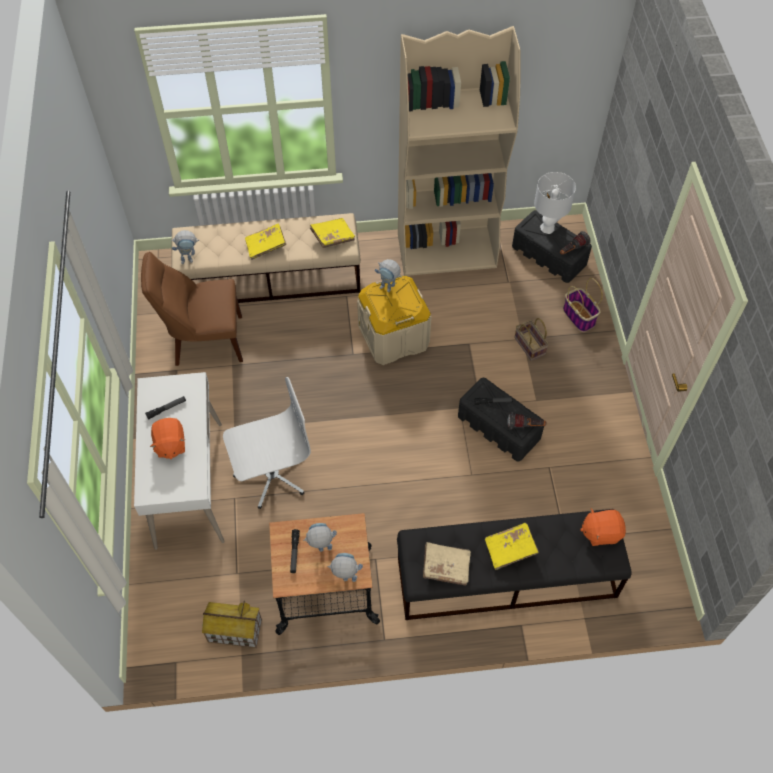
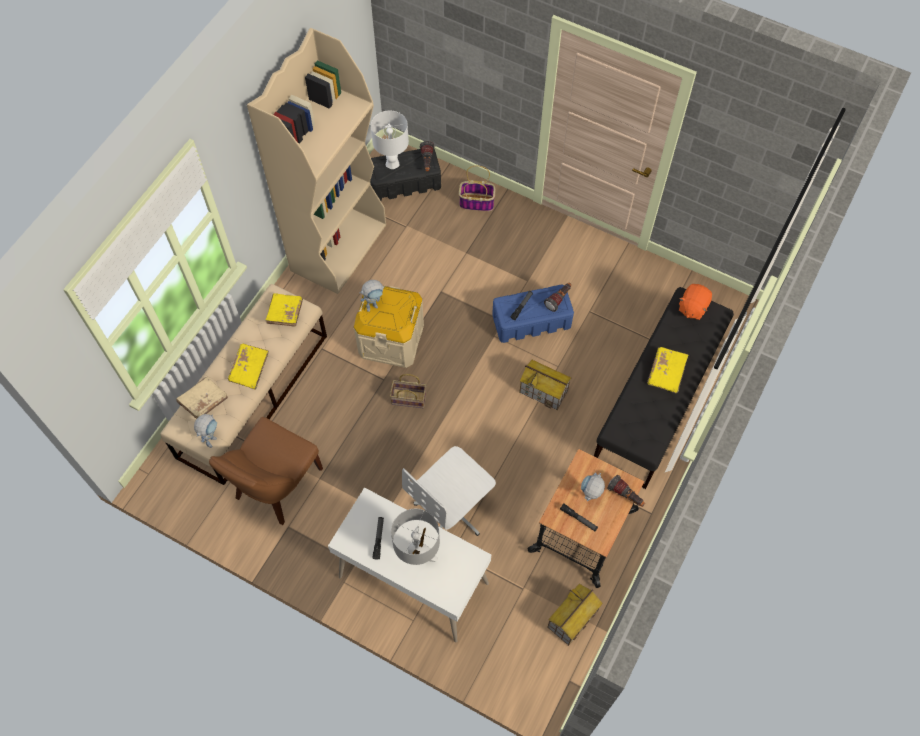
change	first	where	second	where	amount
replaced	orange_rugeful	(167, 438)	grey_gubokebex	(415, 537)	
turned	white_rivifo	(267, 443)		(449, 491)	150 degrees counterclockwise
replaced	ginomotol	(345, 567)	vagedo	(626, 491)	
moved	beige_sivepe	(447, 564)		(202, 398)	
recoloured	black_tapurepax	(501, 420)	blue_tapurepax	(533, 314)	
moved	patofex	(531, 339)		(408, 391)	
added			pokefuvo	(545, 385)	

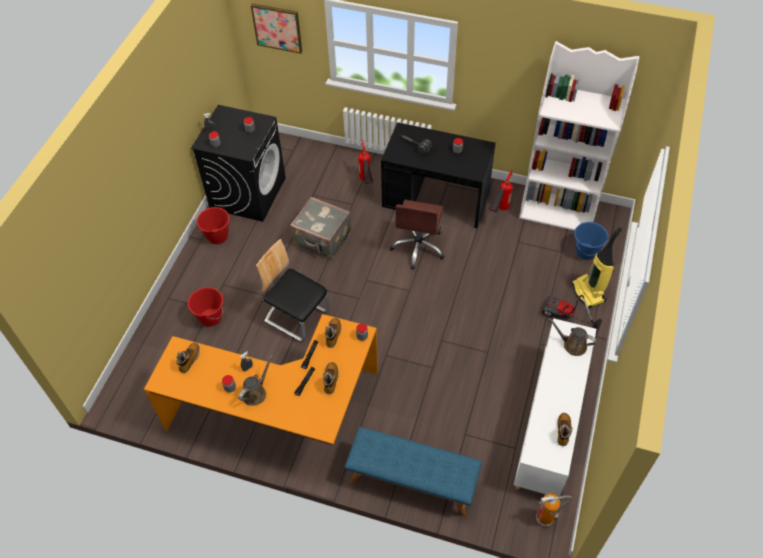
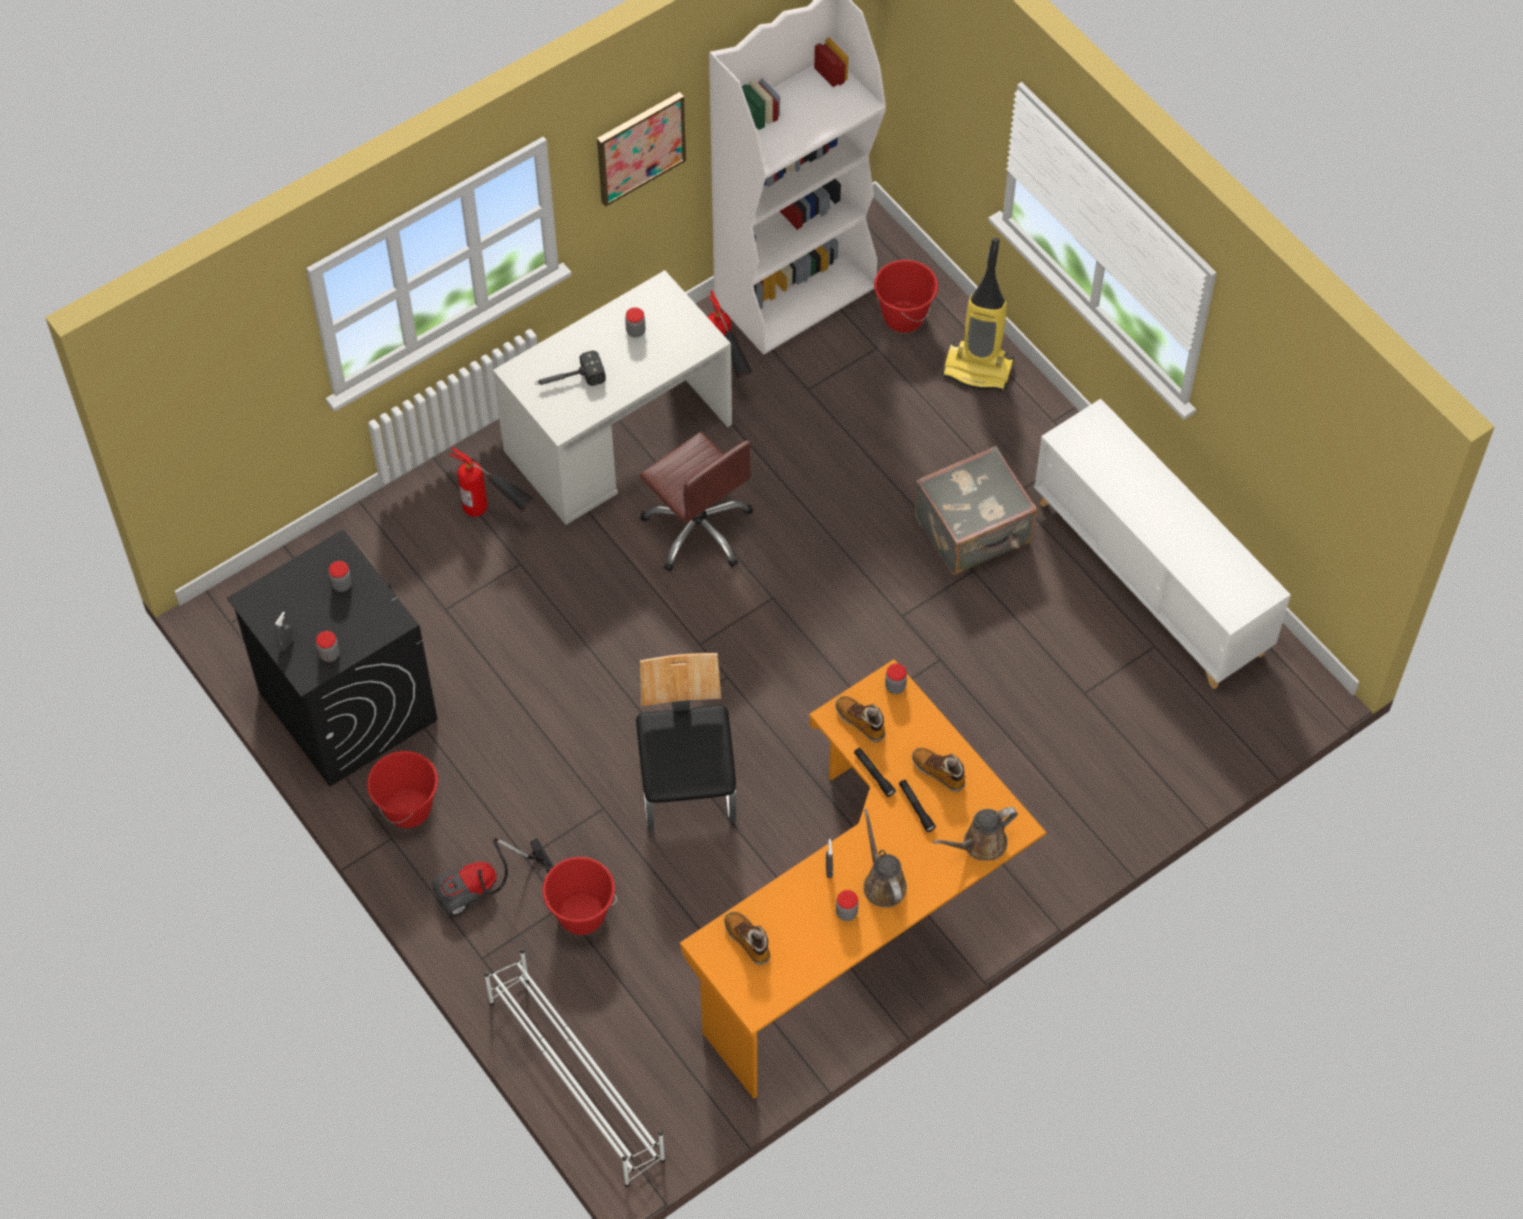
change	first	where	second	where	amount
moved	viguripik	(276, 28)		(641, 149)	
turned	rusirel	(293, 290)		(686, 742)	105 degrees clockwise
moved	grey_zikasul	(320, 228)		(976, 510)	
removed	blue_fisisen	(413, 472)			
recoloured	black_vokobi	(438, 175)	white_vokobi	(612, 397)	
removed	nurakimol	(554, 509)			
moved	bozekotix	(572, 315)		(493, 877)	
moved	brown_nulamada	(572, 337)		(975, 834)	
removed	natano	(565, 429)			
recoloured	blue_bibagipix	(591, 241)	red_bibagipix	(906, 296)	
added			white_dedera	(574, 1068)	

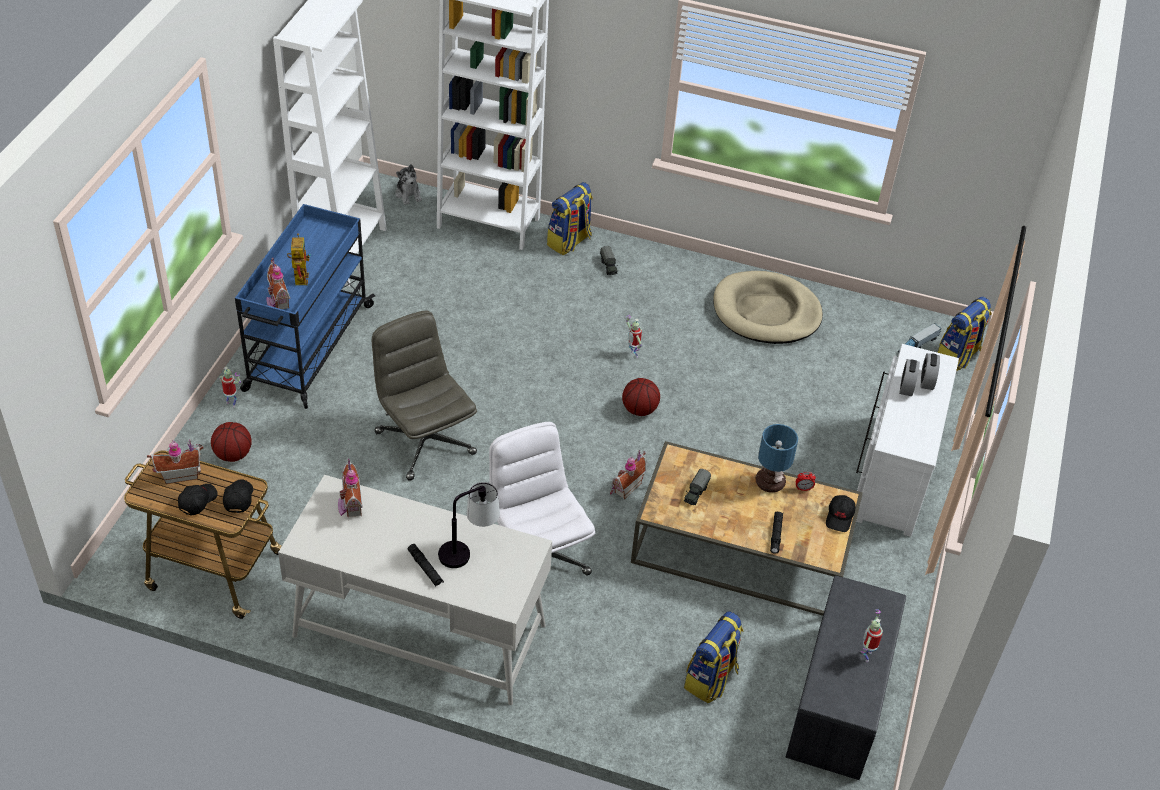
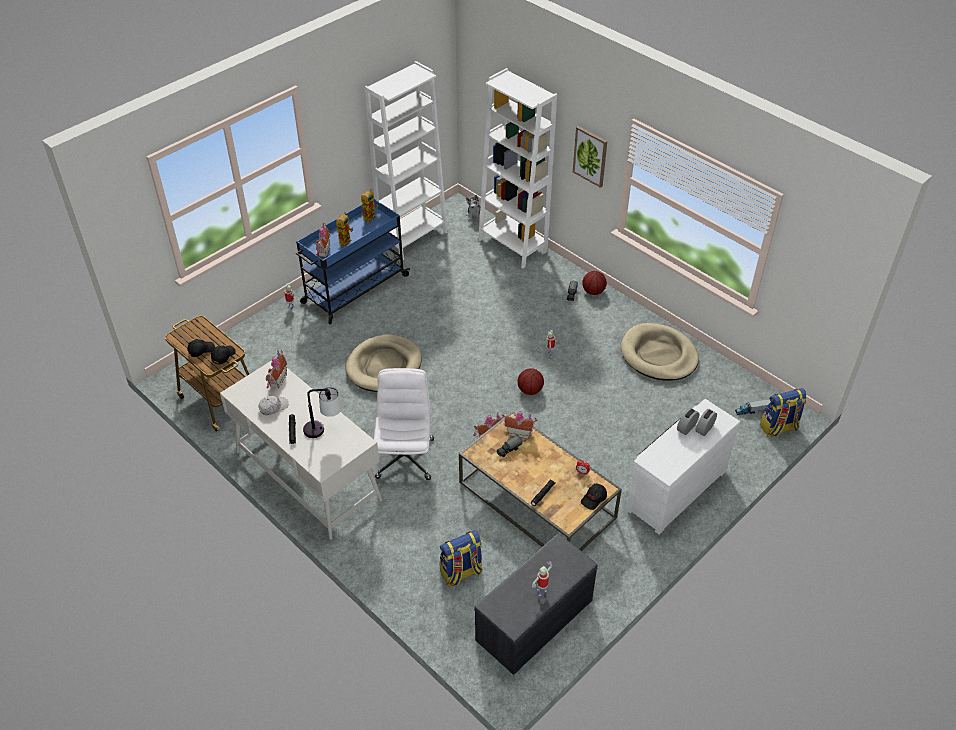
change	first	where	second	where	amount
moved	pokefuvo	(175, 461)		(520, 425)	
moved	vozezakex	(231, 442)		(594, 283)	
replaced	grey_rivifo	(424, 396)	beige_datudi	(383, 363)	
removed	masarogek	(570, 218)			
removed	gubokebex	(776, 458)			
added			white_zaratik	(273, 405)	
added			ginomotol	(369, 206)	
added			viguripik	(590, 157)	

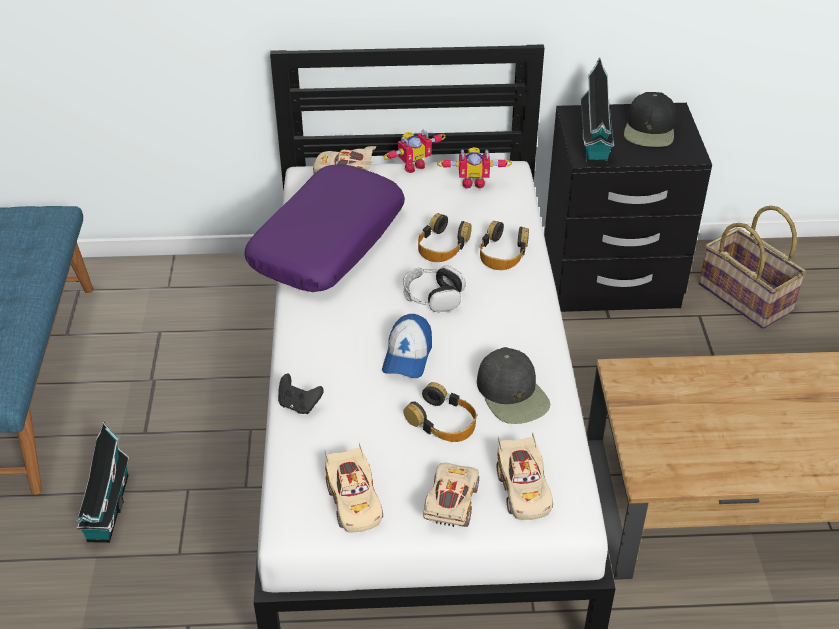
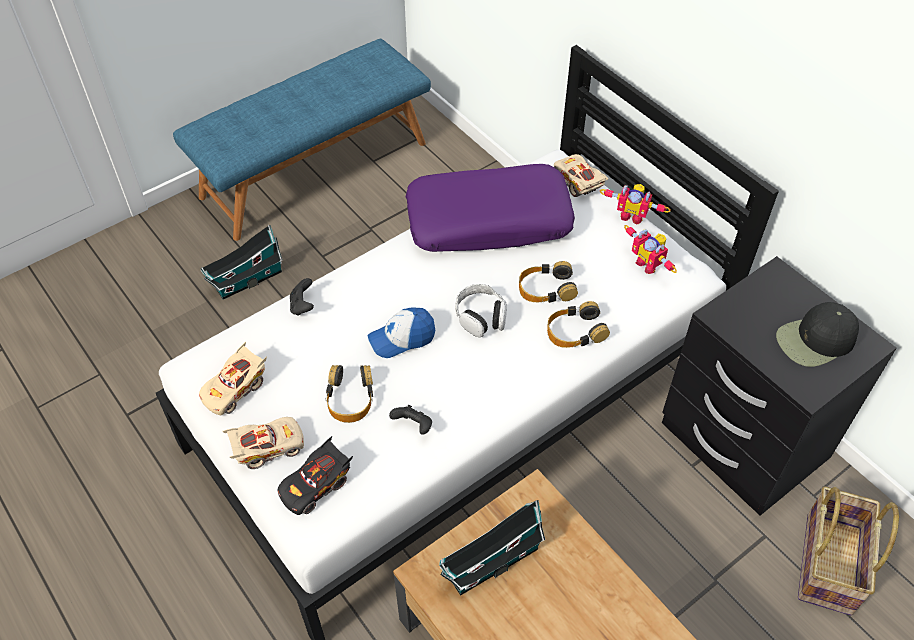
change	first	where	second	where	amount
replaced	black_zaratik	(513, 385)	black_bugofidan	(410, 420)	
recoloured	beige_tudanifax	(525, 476)	black_tudanifax	(315, 475)	
moved	pokefuvo	(597, 110)		(492, 548)	

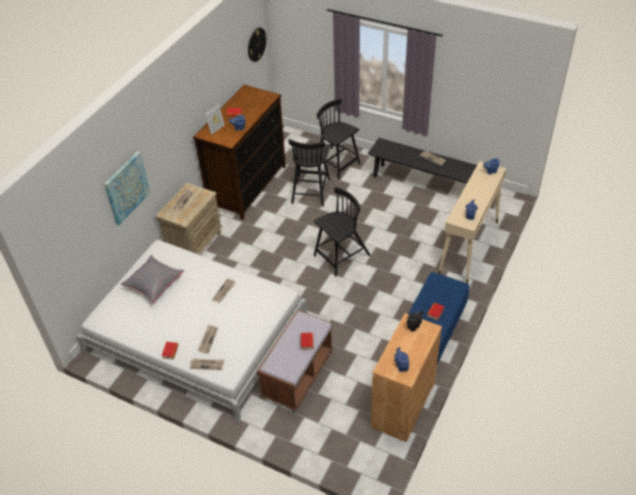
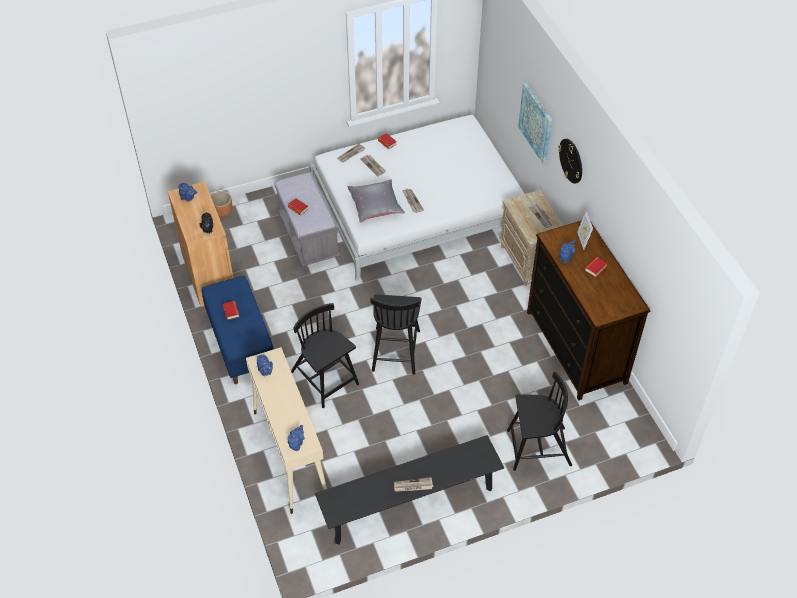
change	first	where	second	where	amount
moved	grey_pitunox	(153, 279)		(376, 201)	
moved	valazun	(257, 44)		(570, 161)	
recoloured	brown_fisisen	(295, 360)	grey_fisisen	(307, 219)	
moved	black_rusirel	(309, 172)		(325, 355)	
added			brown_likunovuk	(222, 204)	

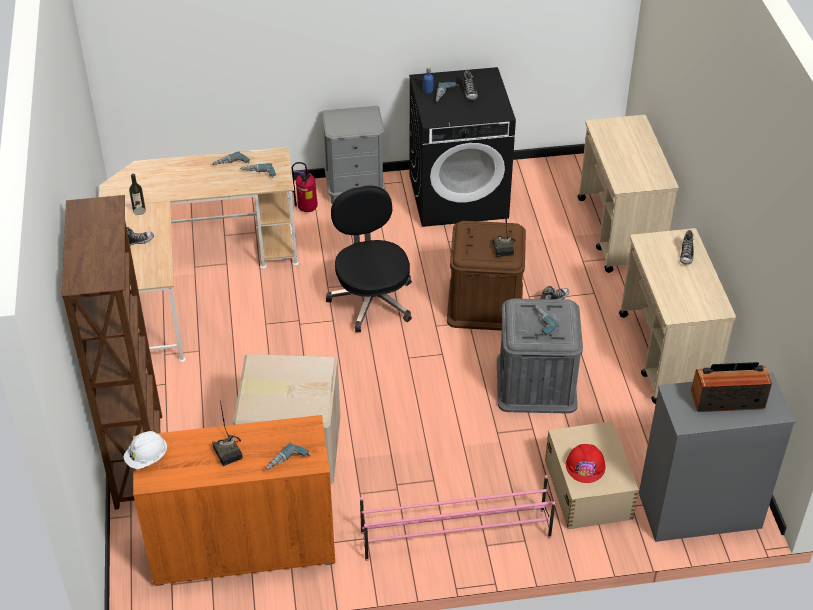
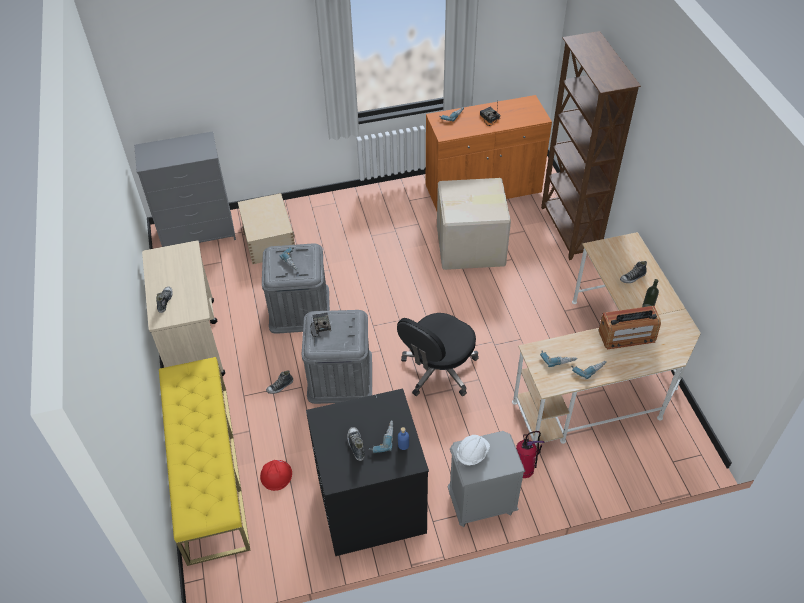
change	first	where	second	where	amount
moved	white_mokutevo	(145, 450)		(473, 451)	
turned	black_rivifo	(369, 259)		(438, 354)	60 degrees clockwise
removed	pink_dedera	(457, 518)			
recoloured	brown_tapurepax	(486, 276)	grey_tapurepax	(337, 357)	
moved	red_mokutevo	(585, 463)		(276, 475)	
replaced	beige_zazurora	(628, 194)	yellow_fisisen	(204, 461)	
moved	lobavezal	(731, 387)		(629, 327)	

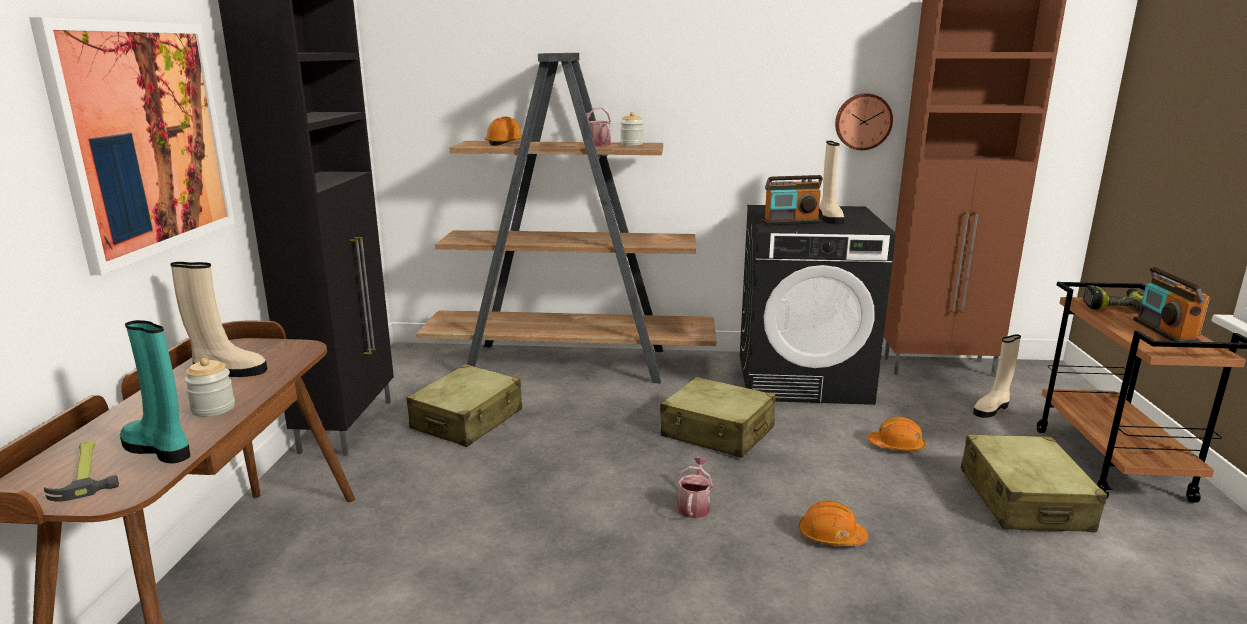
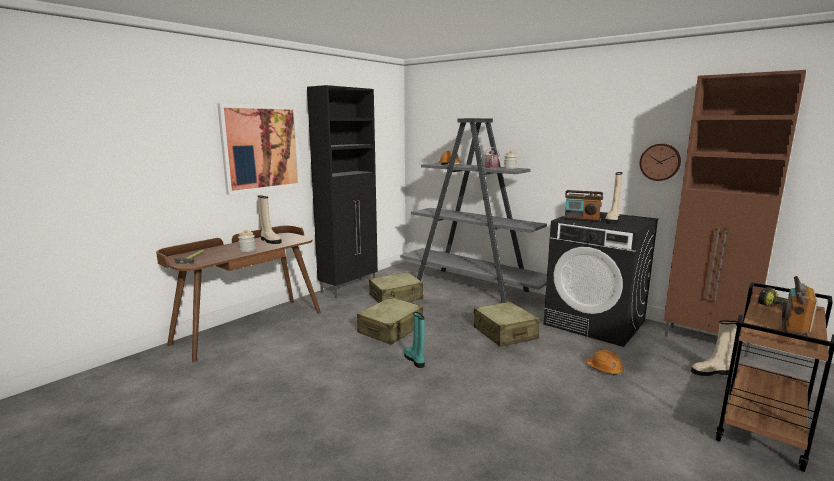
change	first	where	second	where	amount
moved	turquoise_natano	(155, 391)		(414, 340)	
recoloured	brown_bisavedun	(566, 218)	grey_bisavedun	(473, 210)	
removed	nulamada	(695, 487)			
removed	orange_mokutevo	(833, 523)			
moved	beige_zikasul	(1034, 483)		(390, 321)	

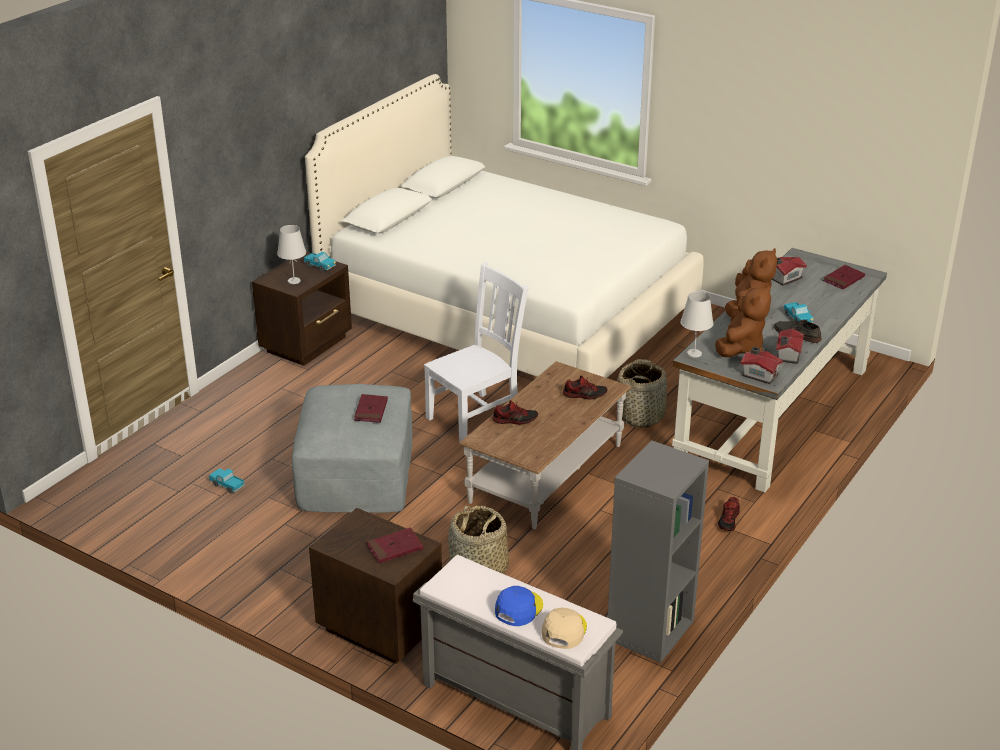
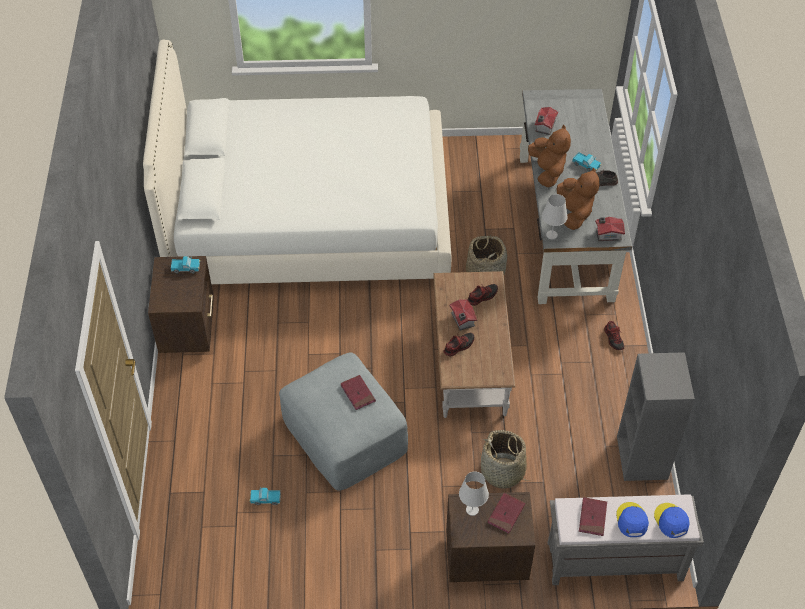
change	first	where	second	where	amount
moved	white_gubokebex	(291, 254)		(474, 493)	
removed	white_rusirel	(476, 351)			
recoloured	beige_zaratik	(564, 628)	blue_zaratik	(672, 520)	
moved	pokefuvo	(790, 346)		(463, 315)	
moved	red_sivepe	(844, 277)		(593, 516)	

